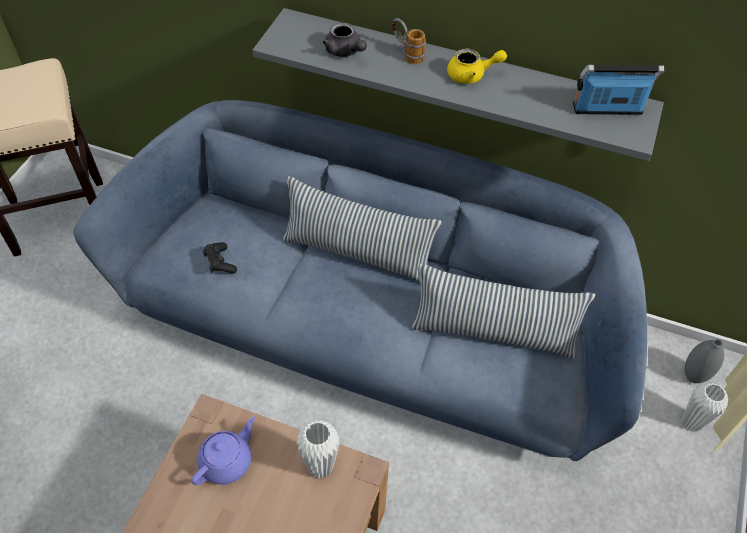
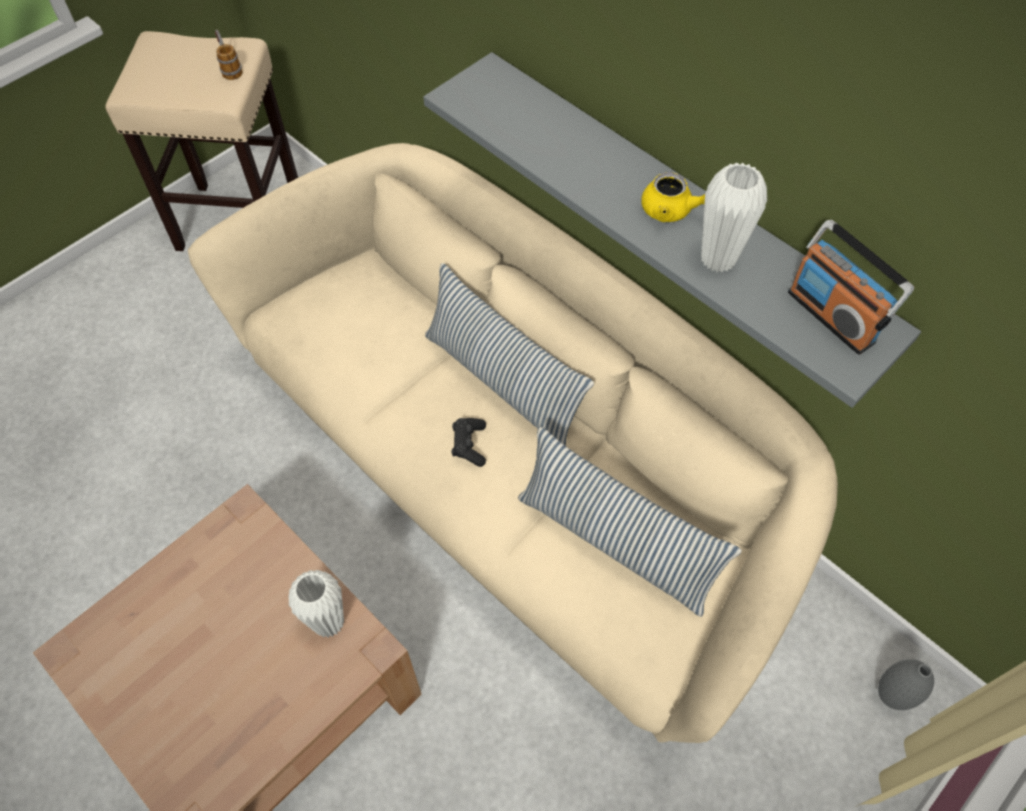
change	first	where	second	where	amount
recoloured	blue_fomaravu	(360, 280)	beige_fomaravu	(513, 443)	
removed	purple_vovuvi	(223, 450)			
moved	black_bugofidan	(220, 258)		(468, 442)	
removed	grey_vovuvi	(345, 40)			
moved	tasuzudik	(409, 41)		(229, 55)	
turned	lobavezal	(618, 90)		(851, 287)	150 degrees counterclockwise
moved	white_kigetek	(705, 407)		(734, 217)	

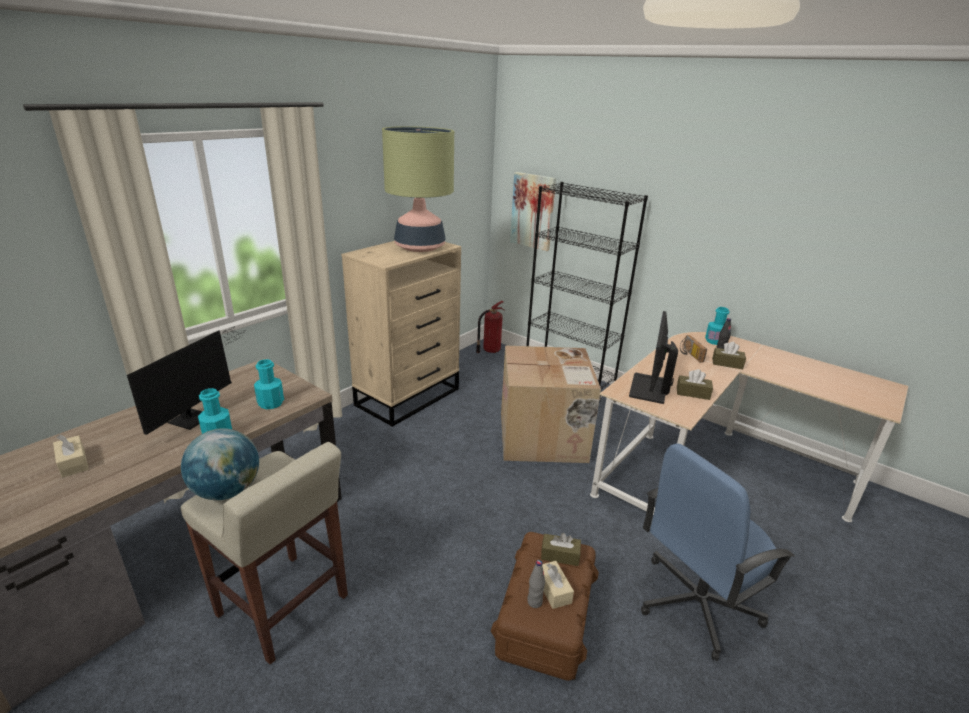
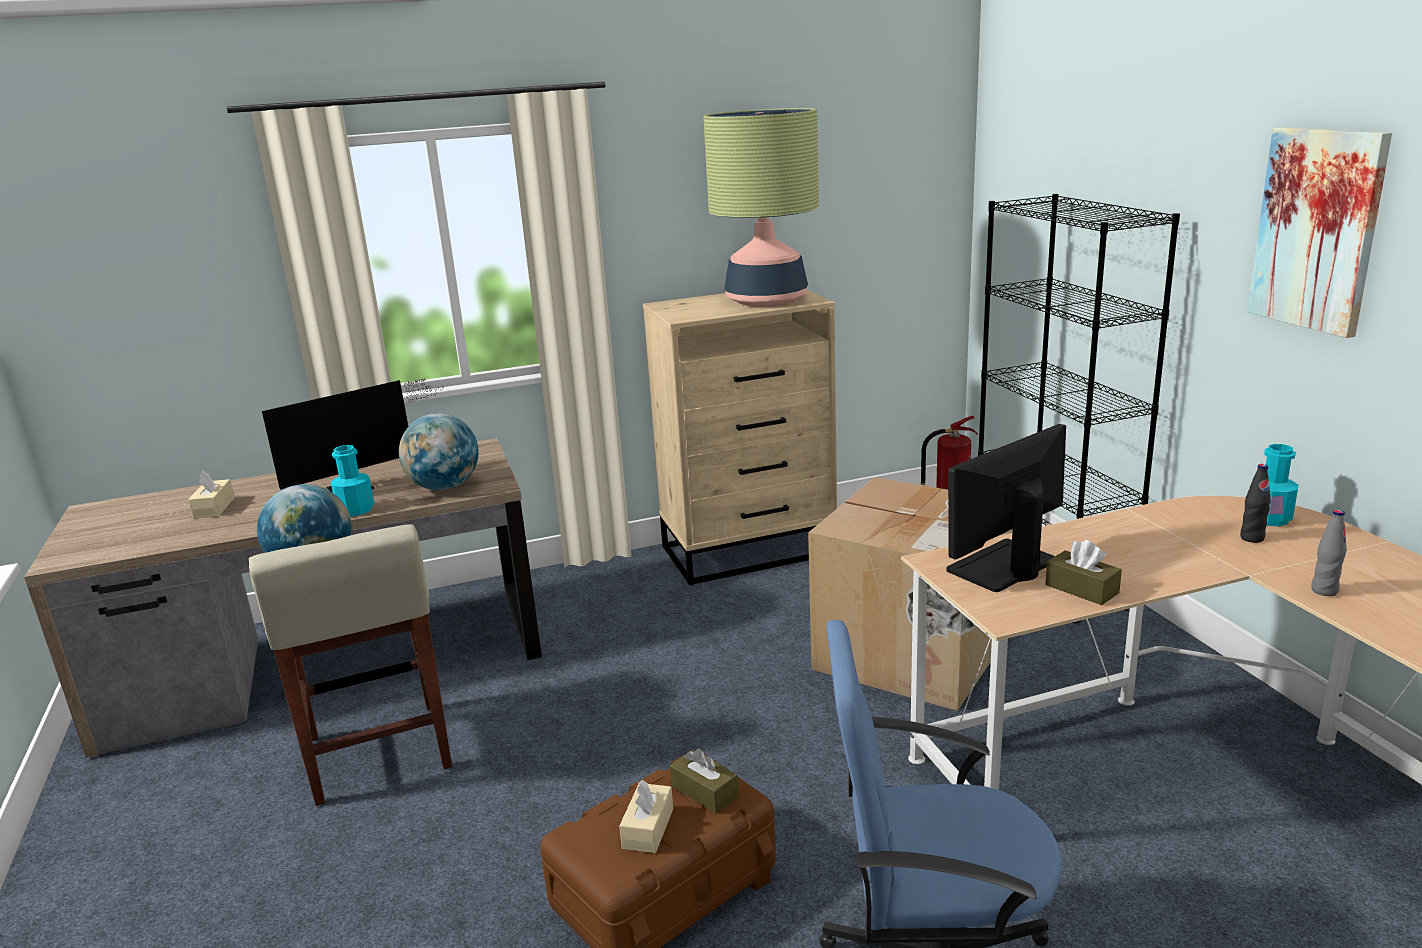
change	first	where	second	where	amount
replaced	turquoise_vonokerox	(269, 384)	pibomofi	(439, 451)	
moved	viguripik	(533, 211)		(1319, 232)	
moved	grey_vonokerox	(536, 584)		(1329, 553)	
removed	lobavezal	(693, 349)			
removed	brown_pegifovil	(729, 355)			

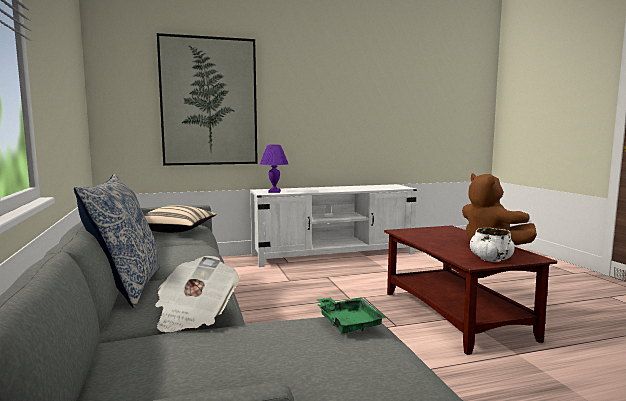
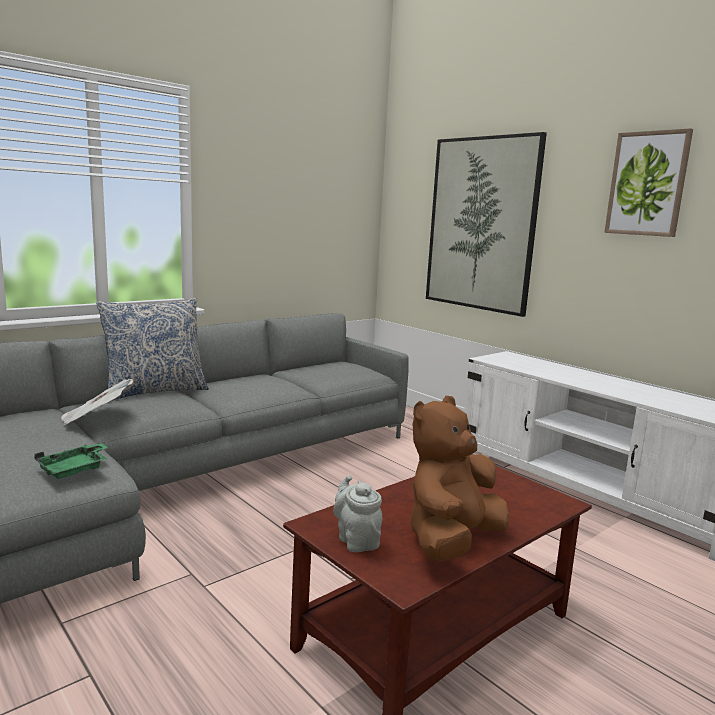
change	first	where	second	where	amount
removed	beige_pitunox	(180, 219)			
removed	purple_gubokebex	(274, 169)			
replaced	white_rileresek	(492, 245)	grey_vovuvi	(357, 513)	
added			viguripik	(648, 182)	

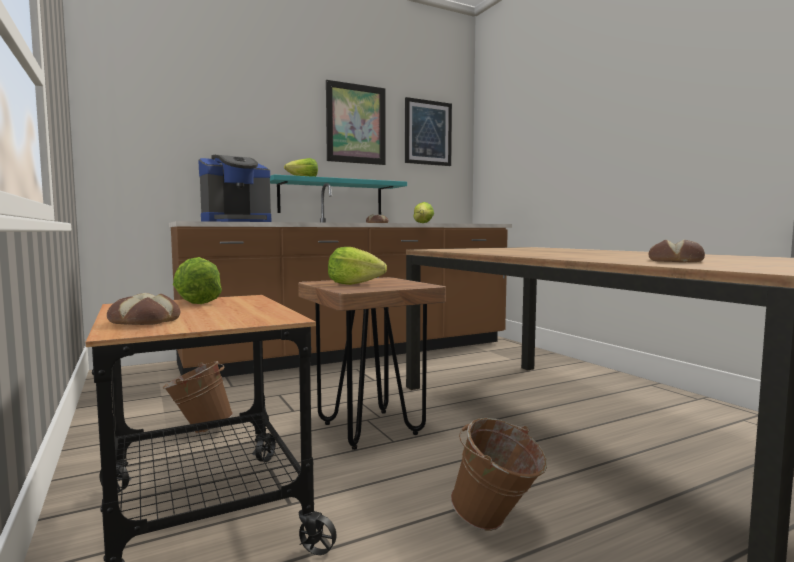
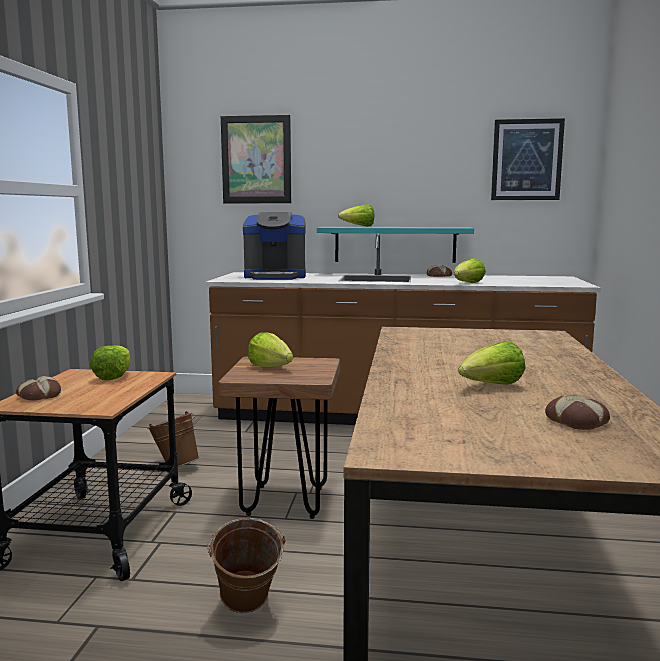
change	first	where	second	where	amount
moved	viguripik	(356, 122)		(256, 159)	
moved	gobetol	(677, 251)		(577, 412)	
added			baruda	(491, 363)	

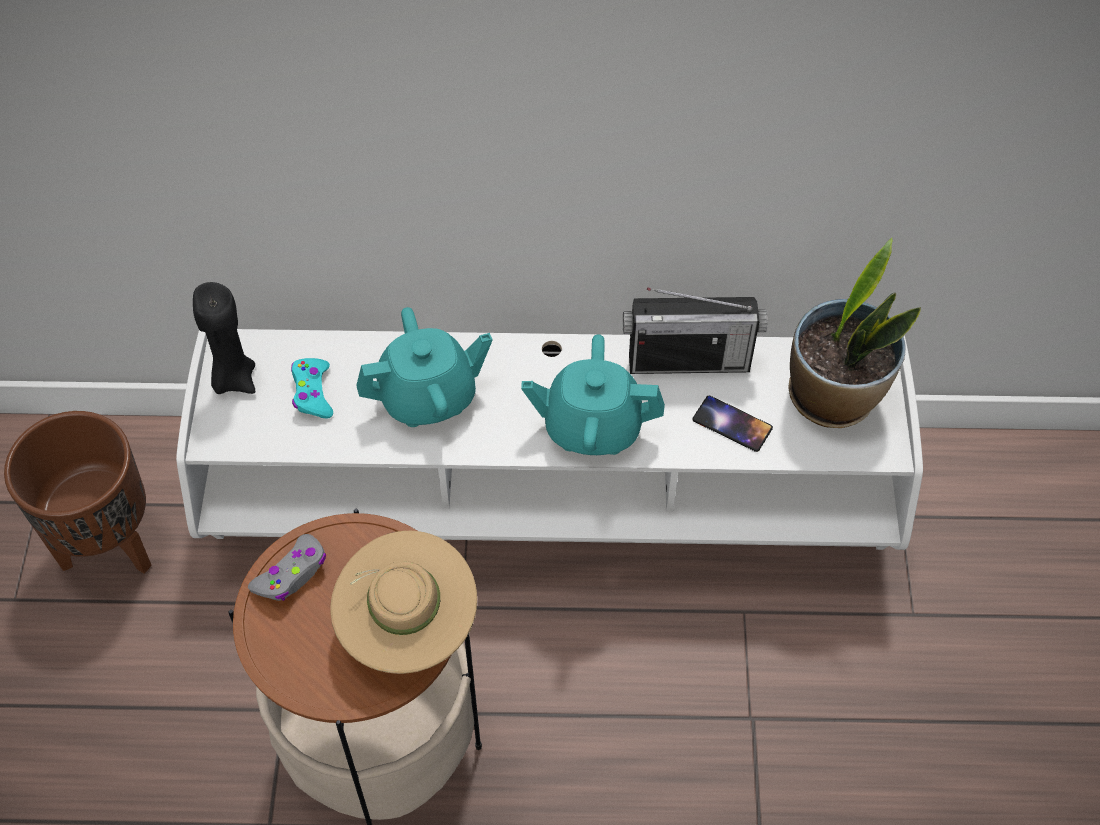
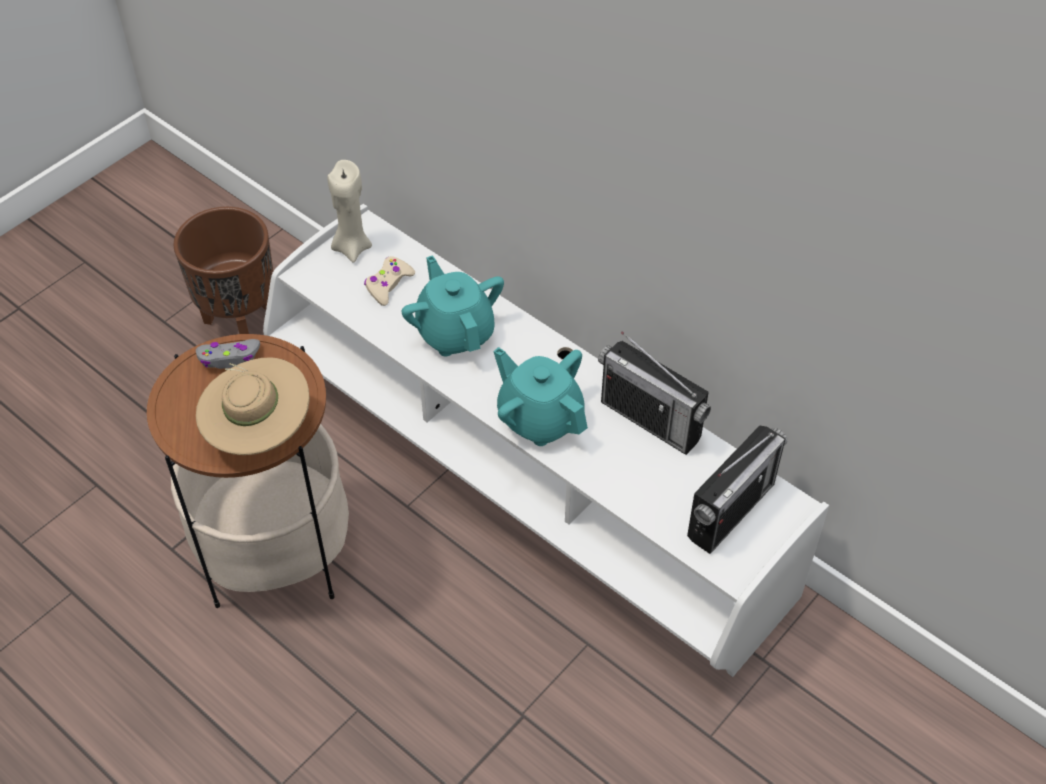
change	first	where	second	where	amount
recoloured	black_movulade	(224, 338)	beige_movulade	(349, 211)	
recoloured	turquoise_bugofidan	(312, 388)	beige_bugofidan	(389, 281)	
turned	turquoise_vovuvi	(424, 367)		(452, 305)	135 degrees counterclockwise
removed	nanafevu	(732, 424)			
replaced	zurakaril	(855, 333)	lobavezal	(737, 490)	

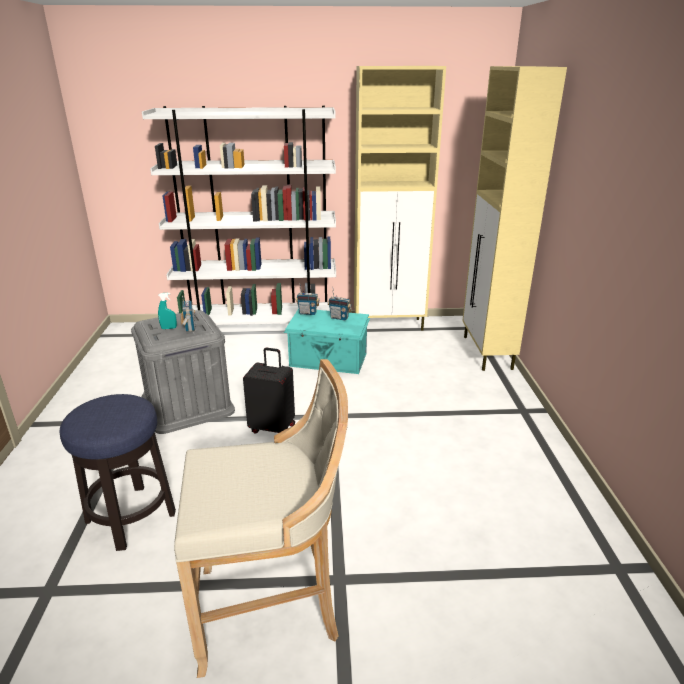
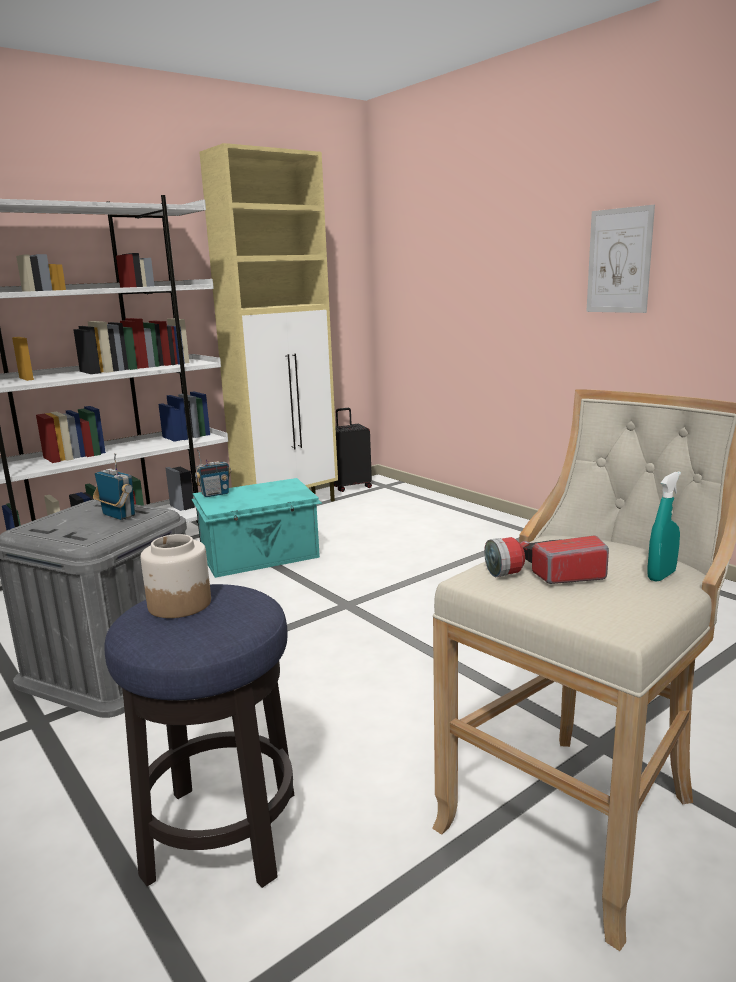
change	first	where	second	where	amount
moved	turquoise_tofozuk	(167, 311)		(664, 526)	
moved	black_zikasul	(269, 391)		(353, 450)	
removed	lobavezal	(340, 303)			
removed	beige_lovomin	(514, 218)			
added			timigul	(175, 576)	
added			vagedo	(546, 559)	
added			viguripik	(620, 259)	

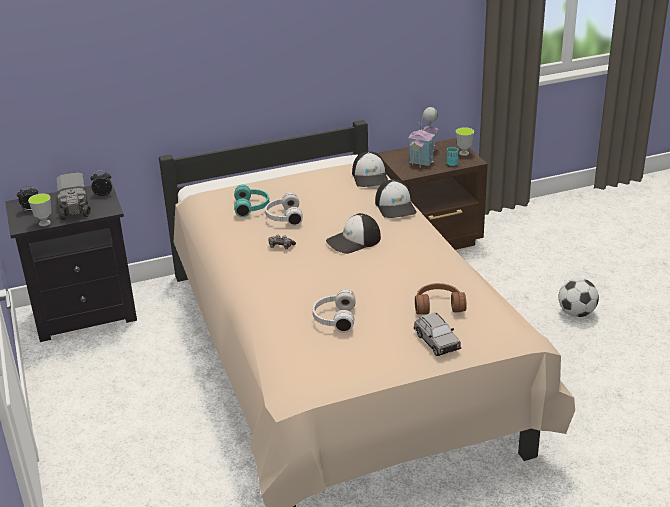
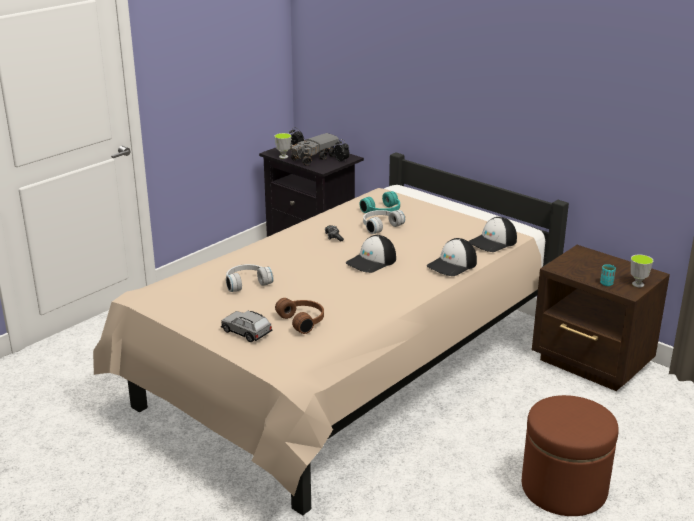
change	first	where	second	where	amount
turned	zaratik	(353, 233)		(371, 254)	75 degrees counterclockwise
removed	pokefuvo	(423, 137)			
turned	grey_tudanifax	(437, 334)		(247, 326)	90 degrees clockwise
replaced	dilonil	(578, 297)	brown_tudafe	(570, 455)	

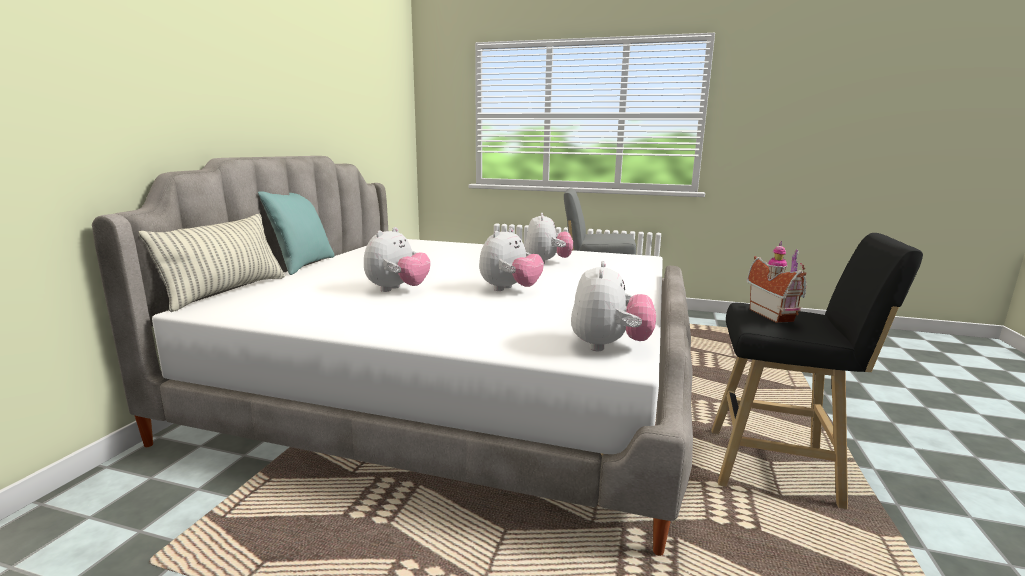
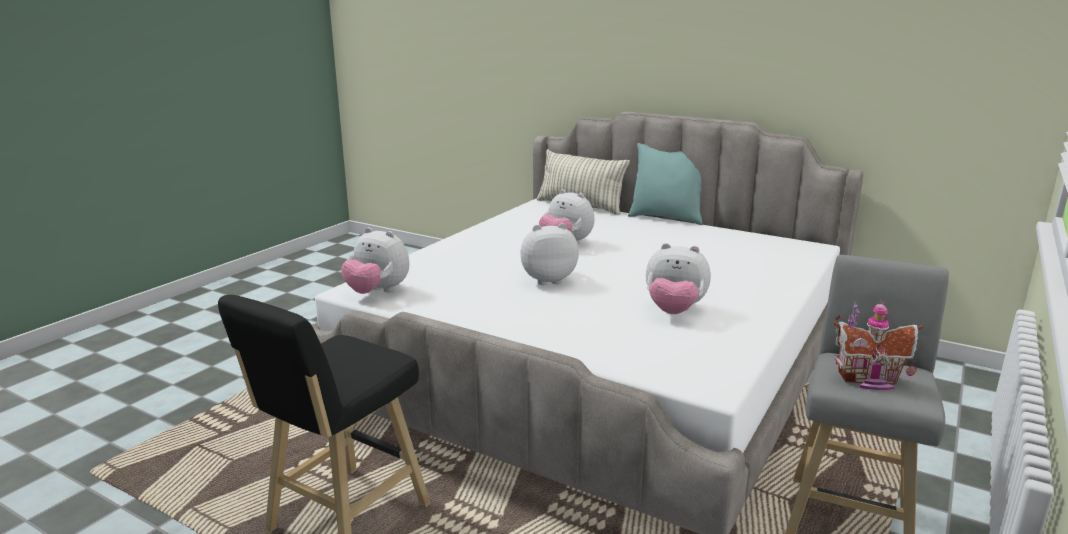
change	first	where	second	where	amount
turned	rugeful	(511, 259)		(549, 254)	120 degrees clockwise
moved	pokefuvo	(777, 282)		(878, 344)	

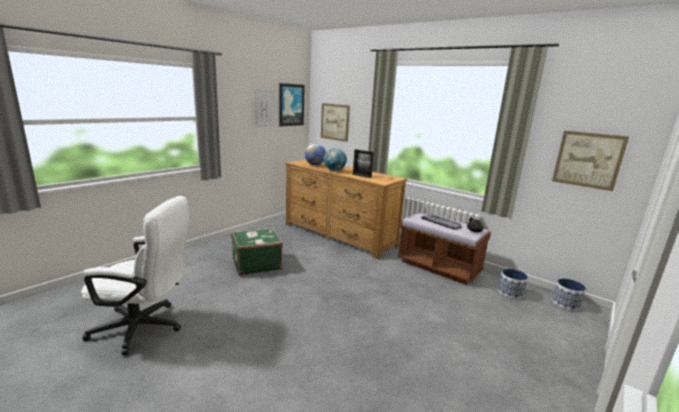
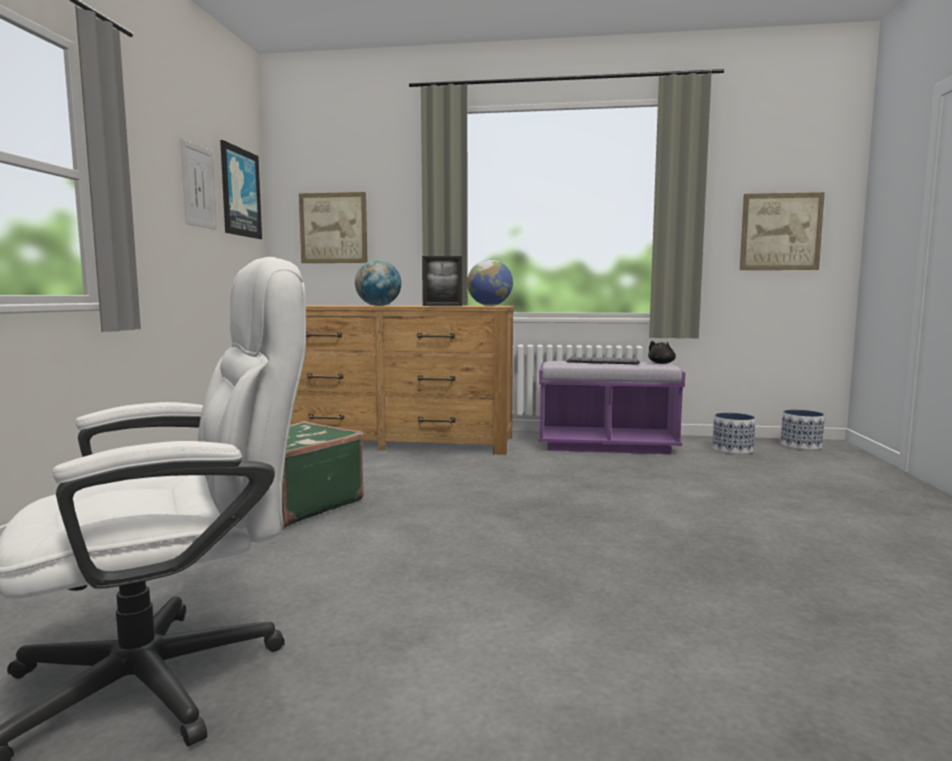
change	first	where	second	where	amount
moved	pibomofi	(315, 154)		(490, 283)	
recoloured	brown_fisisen	(444, 248)	purple_fisisen	(611, 407)	

